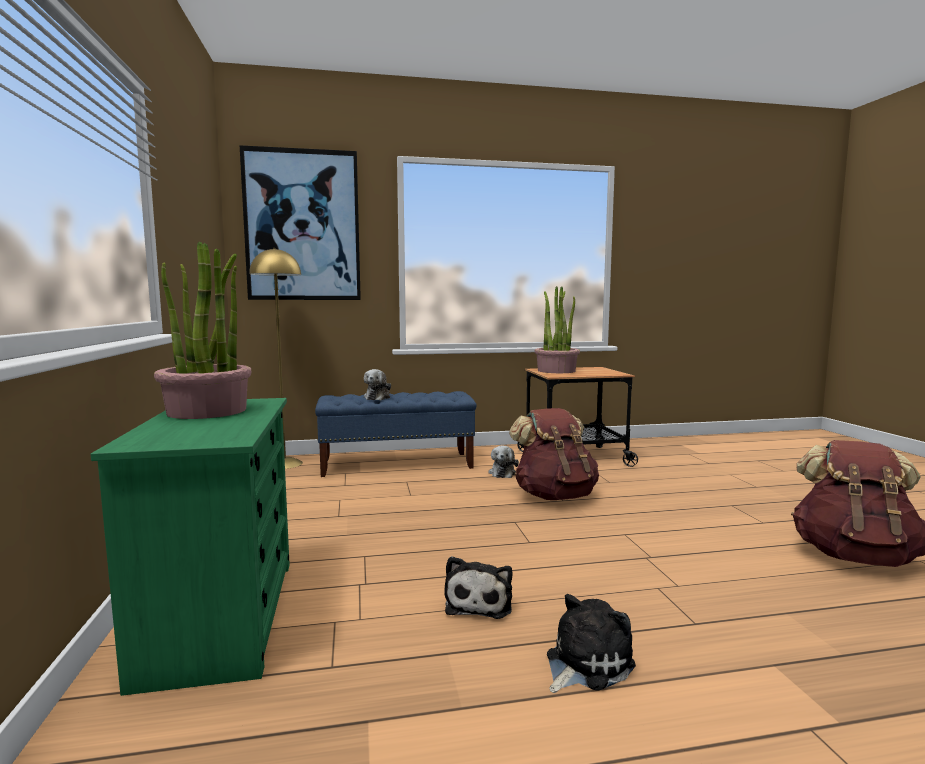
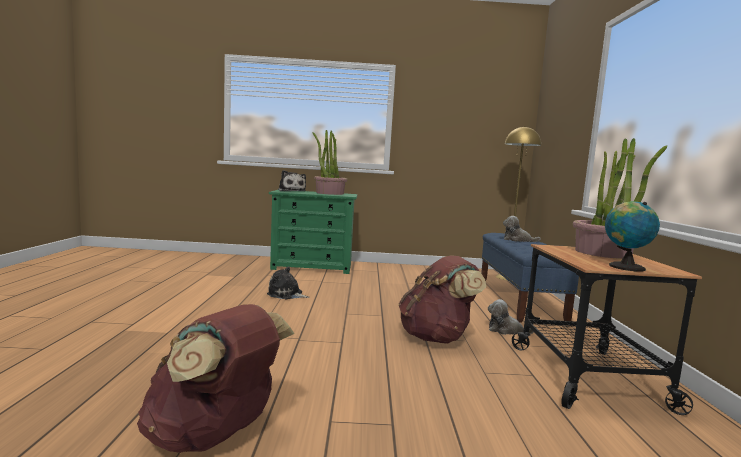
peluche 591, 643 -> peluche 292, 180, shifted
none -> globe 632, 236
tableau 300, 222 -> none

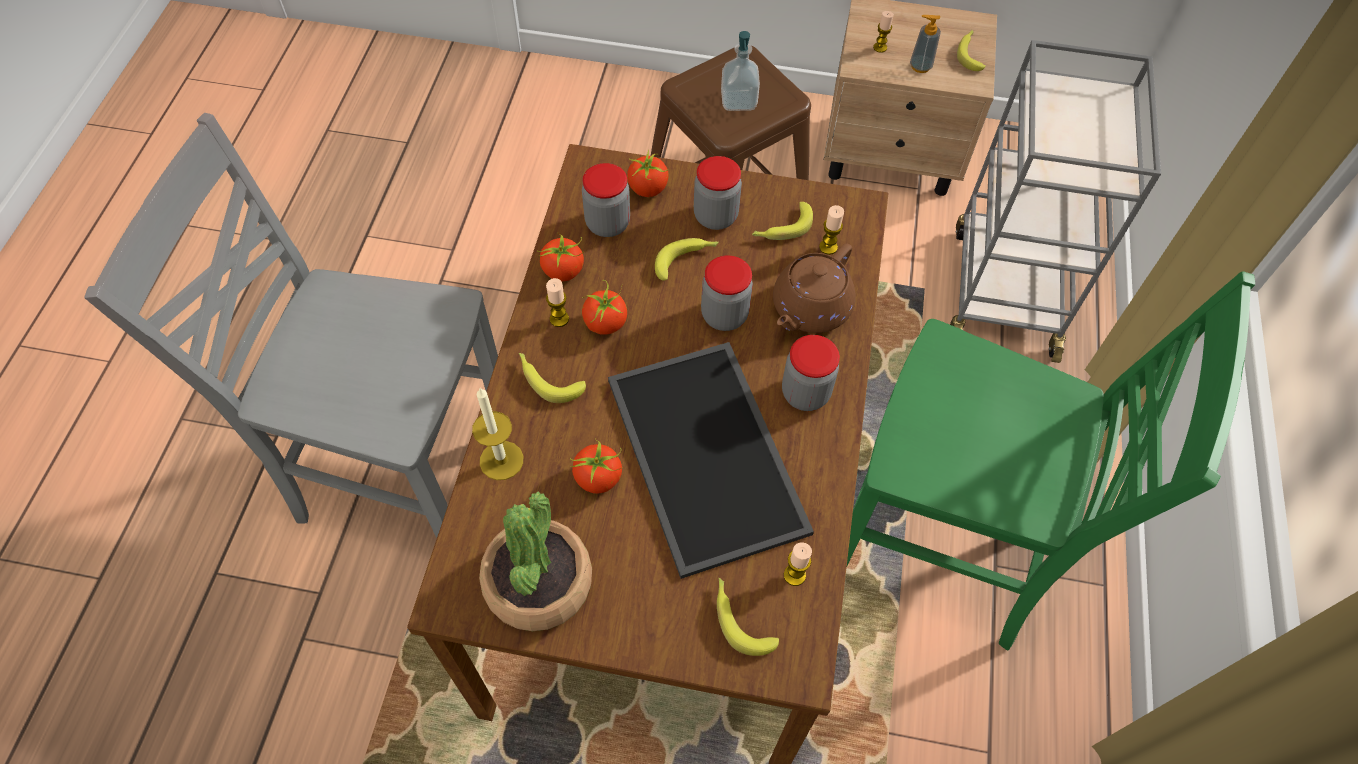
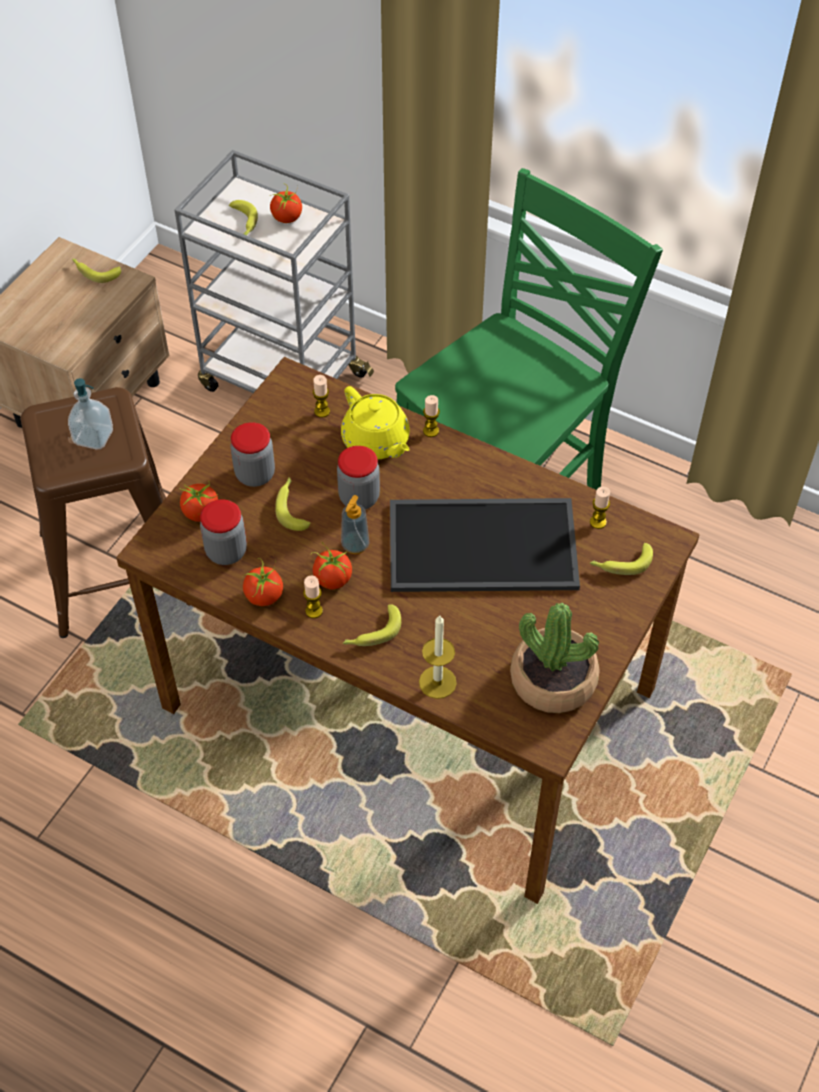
banane 782, 221 -> banane 243, 218, shifted
tomate 596, 466 -> tomate 286, 204, shifted
théière [marron] 814, 288 -> théière [jaune] 375, 423
distributeur de savon 925, 44 -> distributeur de savon 355, 524, shifted
bougie 883, 32 -> bougie 431, 416, shifted
chaise [gris] 291, 325 -> none
bocal 811, 373 -> none

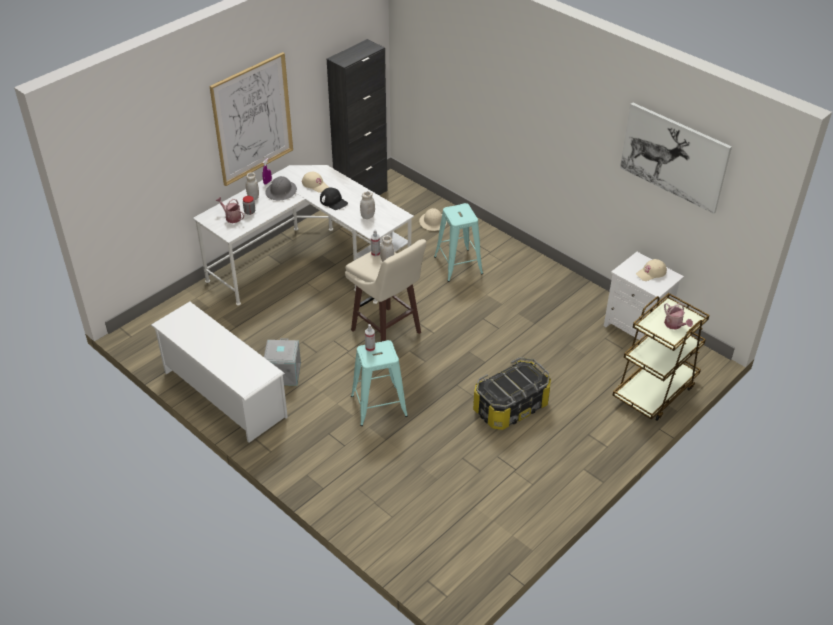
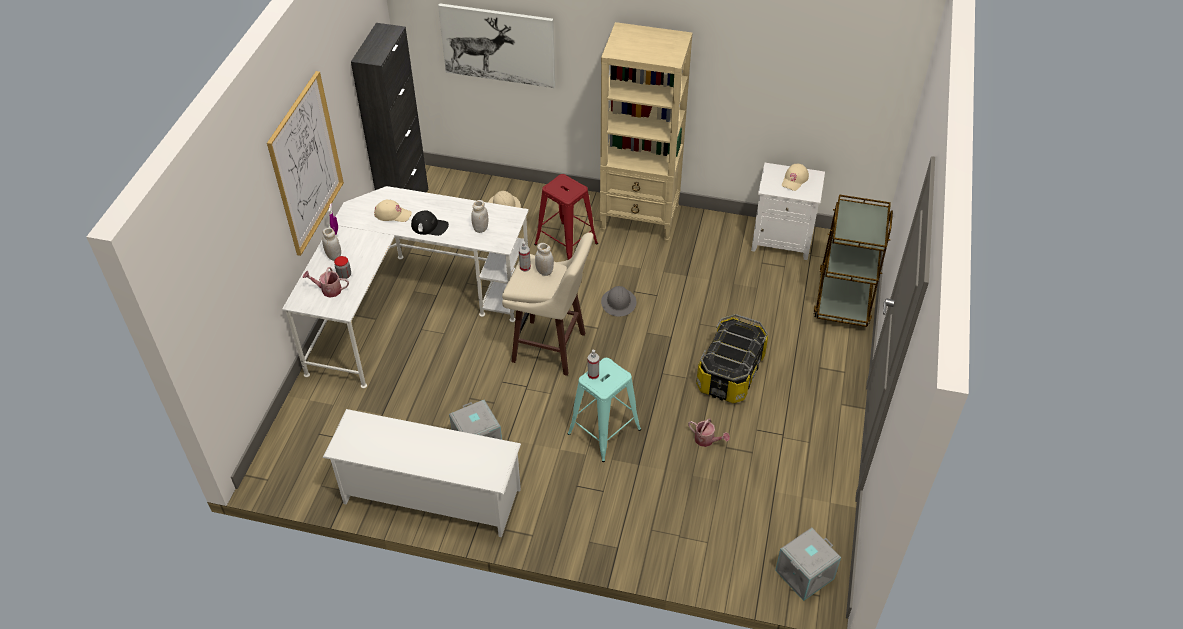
tableau 676, 158 -> tableau 496, 45, shifted
tabouret [turquoise] 458, 242 -> tabouret [rouge] 566, 217
none -> bibliothèque [beige] 646, 132
casque de chantier [gris] 281, 188 -> casque de chantier [gris] 618, 301, shifted
arrosoir 678, 316 -> arrosoir 709, 432, shifted
none -> boîte de rangement [gris] 808, 564

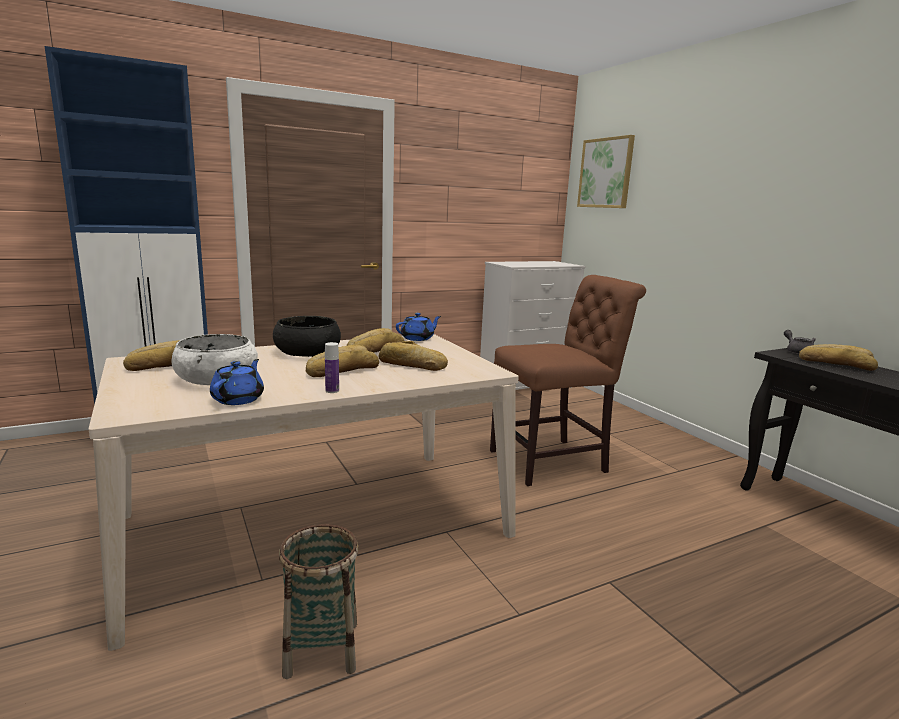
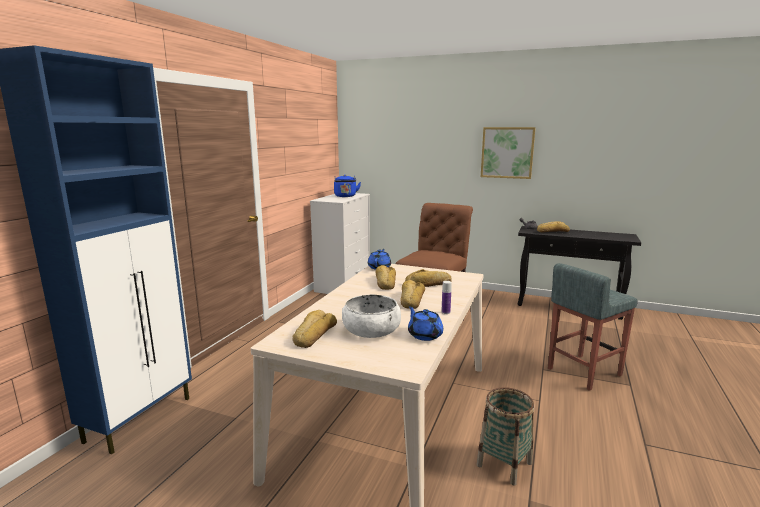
none -> bouilloire [bleu] 347, 186
tableau 606, 171 -> tableau 508, 153, shifted
none -> tabouret [gris] 593, 327
bol [noir] 307, 336 -> none

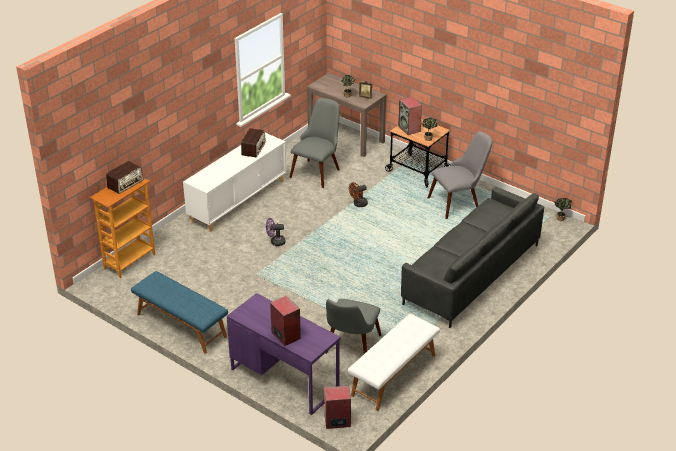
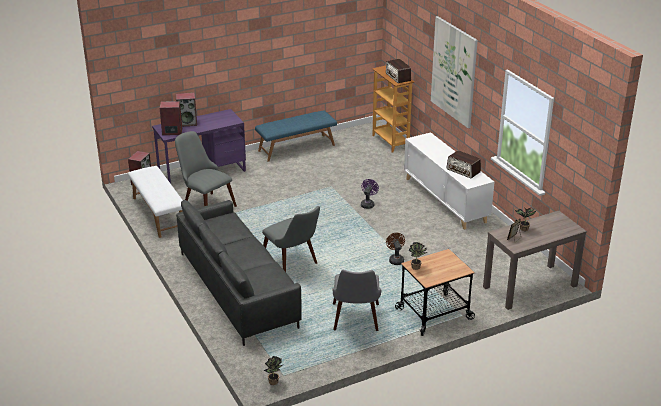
enceinte 410, 116 -> enceinte 171, 118, shifted
chaise [gris] 314, 143 -> chaise [gris] 291, 239, shifted
none -> tableau 454, 72

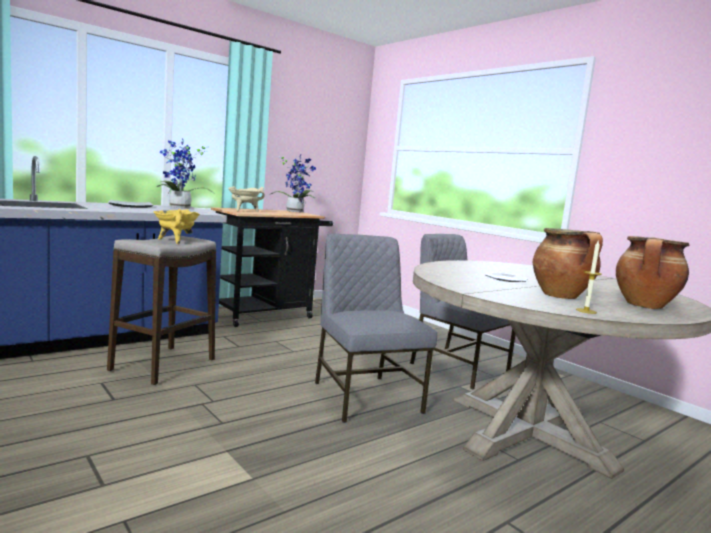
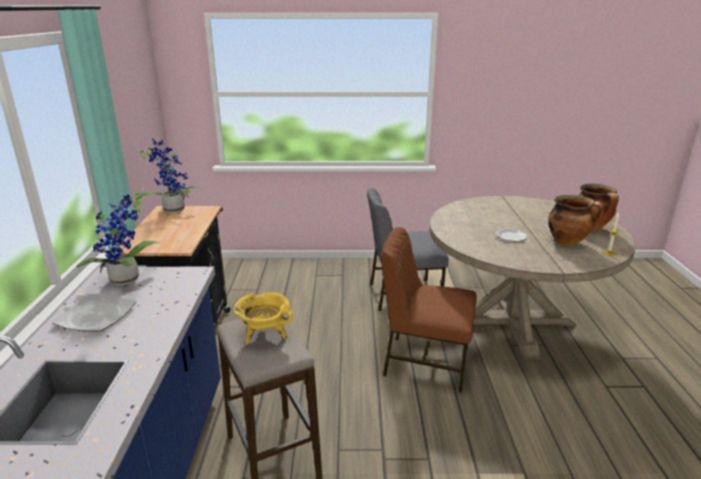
chaise [gris] 376, 328 -> chaise [marron] 429, 310
marmite [beige] 246, 199 -> none

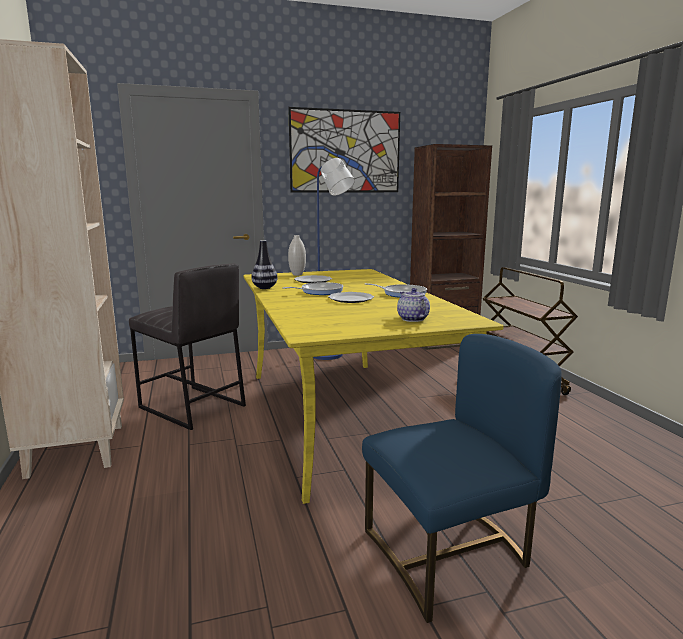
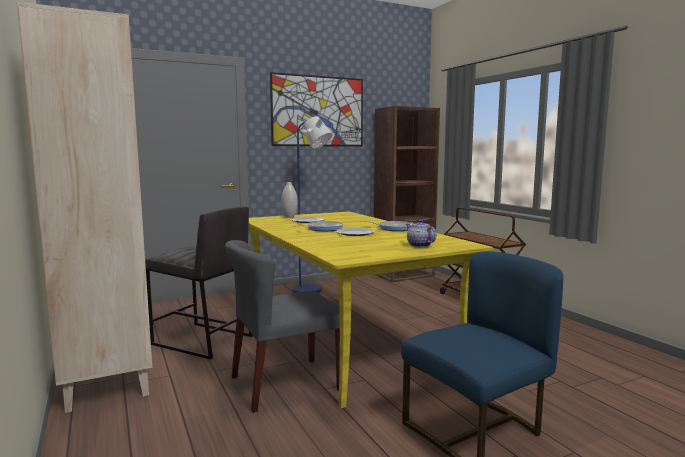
none -> chaise [gris] 282, 326
vase 264, 264 -> none

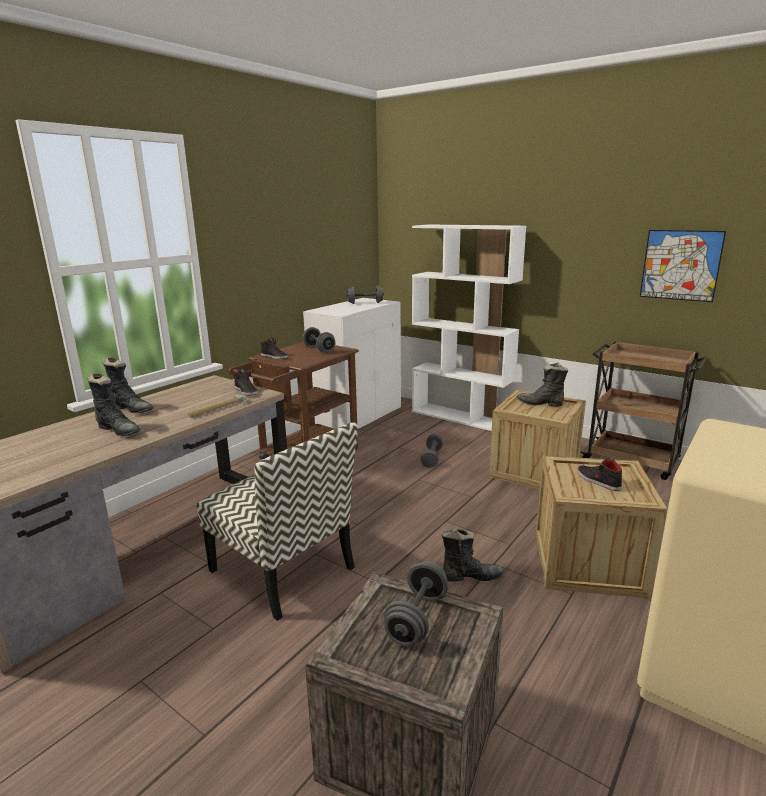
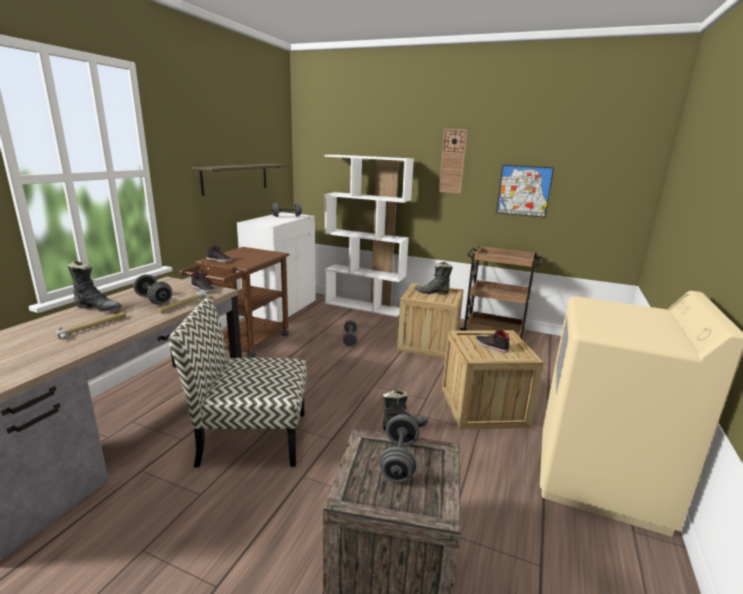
botte [noir] 113, 404 -> marteau 91, 325
haltère [gris] 319, 340 -> haltère [gris] 152, 289, shifted
chaise 277, 521 -> chaise 238, 382, 150 degrees clockwise
none -> étagère 239, 180
none -> horloge murale 453, 161

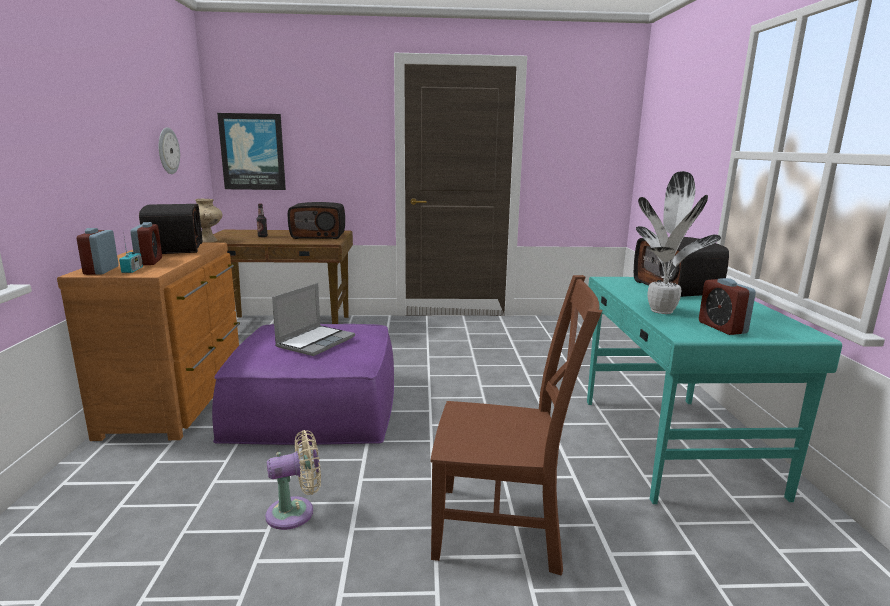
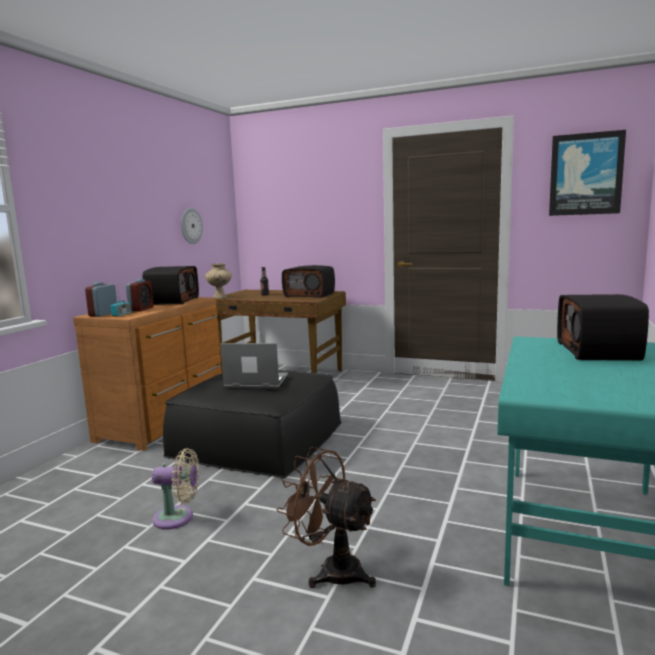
pouf [violet] 303, 384 -> pouf [noir] 252, 424
ordinateur portable 313, 319 -> ordinateur portable 254, 366, 135 degrees counterclockwise
chaise [marron] 516, 425 -> ventilateur [marron] 326, 517
tableau 251, 151 -> tableau 587, 173, shifted
plante en pot 678, 242 -> none
réveil 727, 306 -> none

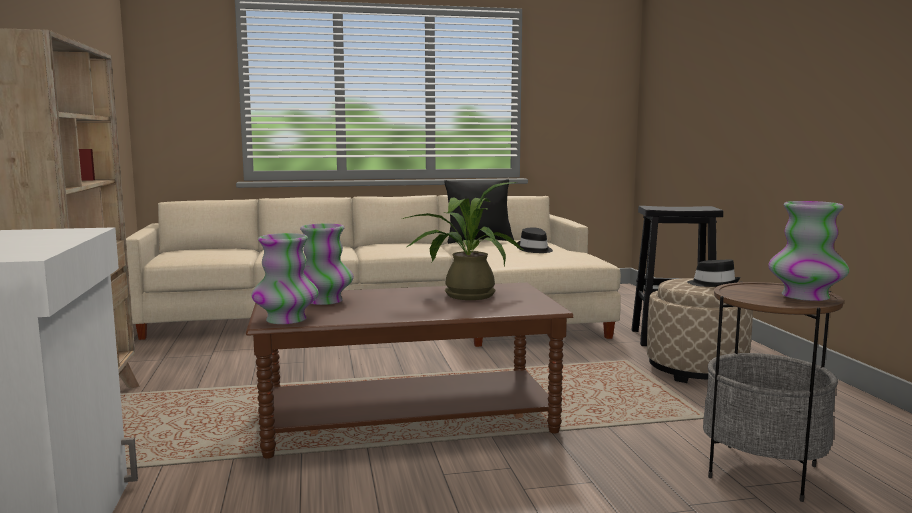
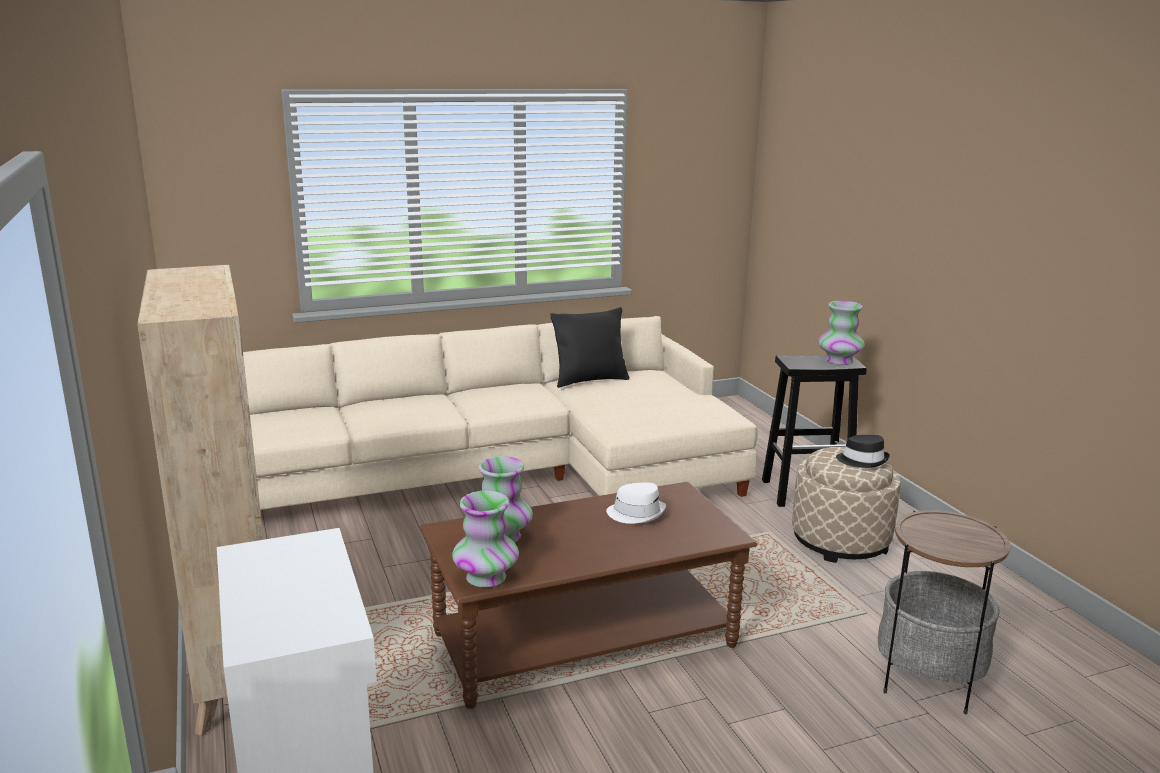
plante en pot 462, 241 -> chapeau [blanc] 636, 503
vase 808, 251 -> vase 841, 333, shifted
chapeau [noir] 535, 240 -> none

